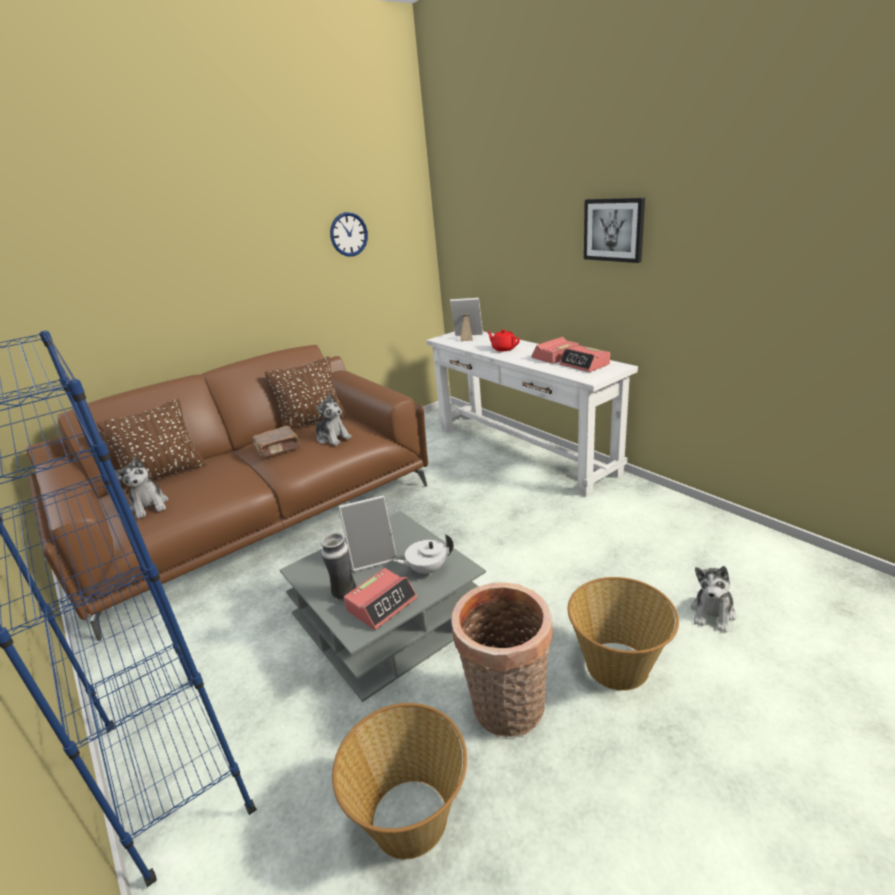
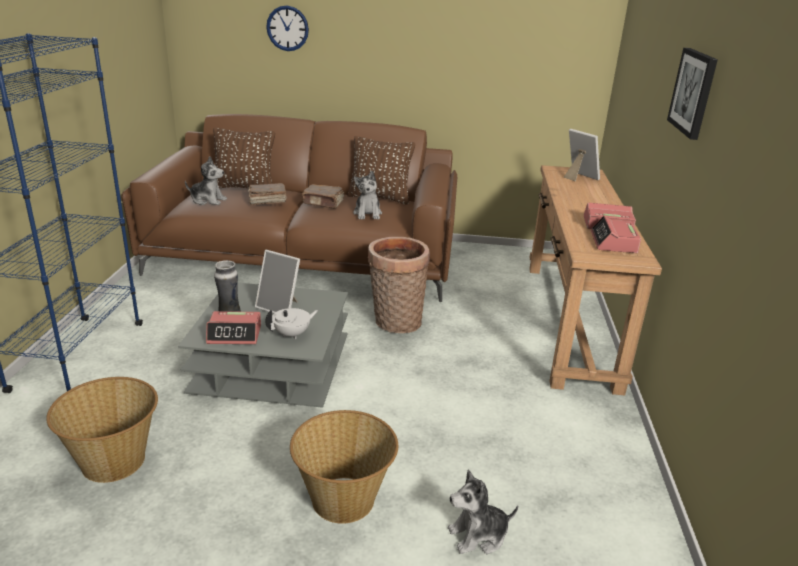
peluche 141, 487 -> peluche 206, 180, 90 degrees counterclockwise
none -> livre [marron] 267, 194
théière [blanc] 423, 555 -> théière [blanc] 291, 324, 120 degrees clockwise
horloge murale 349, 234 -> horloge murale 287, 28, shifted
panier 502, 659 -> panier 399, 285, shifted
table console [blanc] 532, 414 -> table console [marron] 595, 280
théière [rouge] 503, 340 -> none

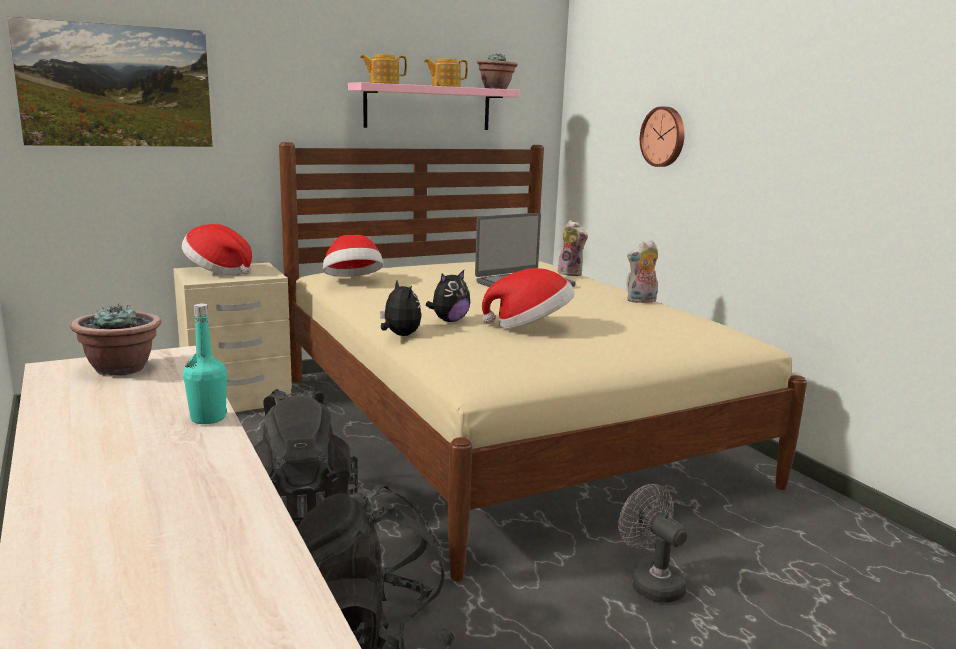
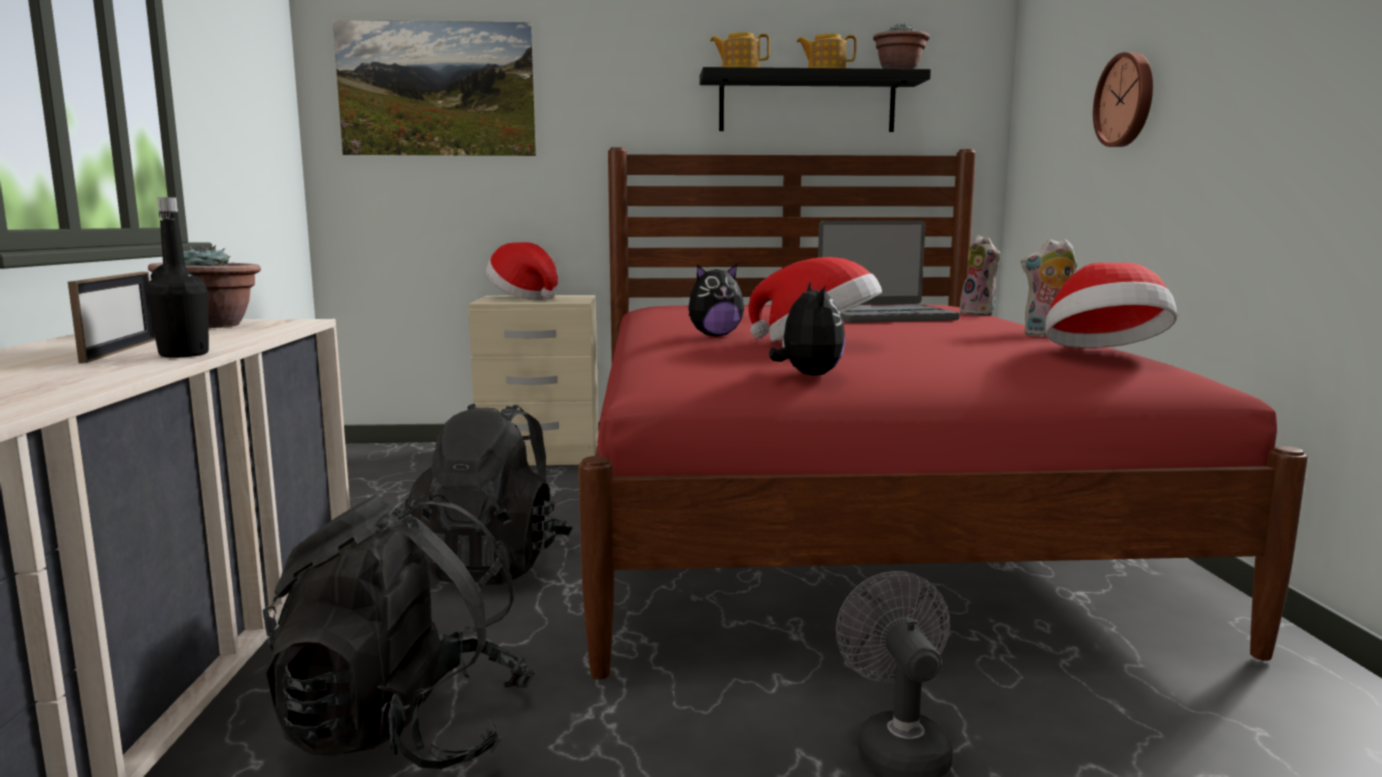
none -> cadre photo 111, 317
bouteille [turquoise] 205, 364 -> bouteille [noir] 177, 277
lit [beige] 543, 362 -> lit [rouge] 943, 413
étagère [rose] 434, 106 -> étagère [noir] 815, 99
peluche 401, 308 -> peluche 807, 328, shifted
chapeau 353, 255 -> chapeau 1111, 305, shifted

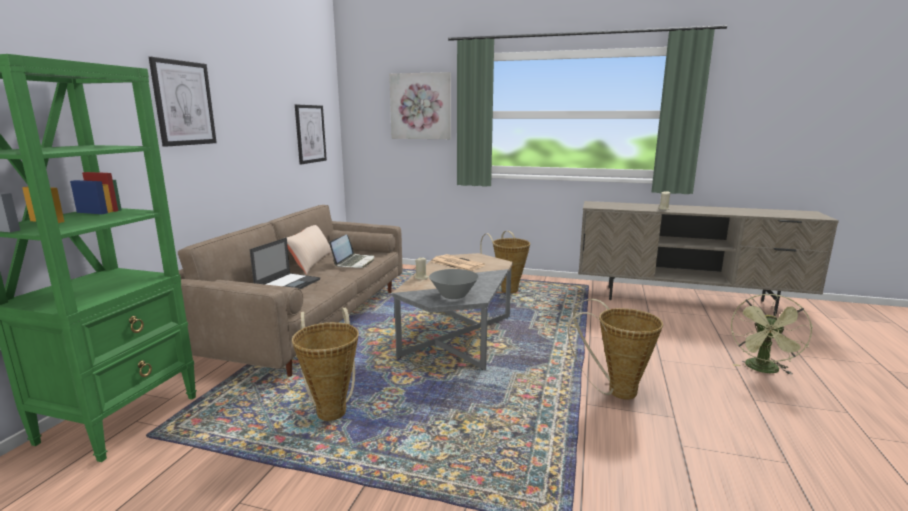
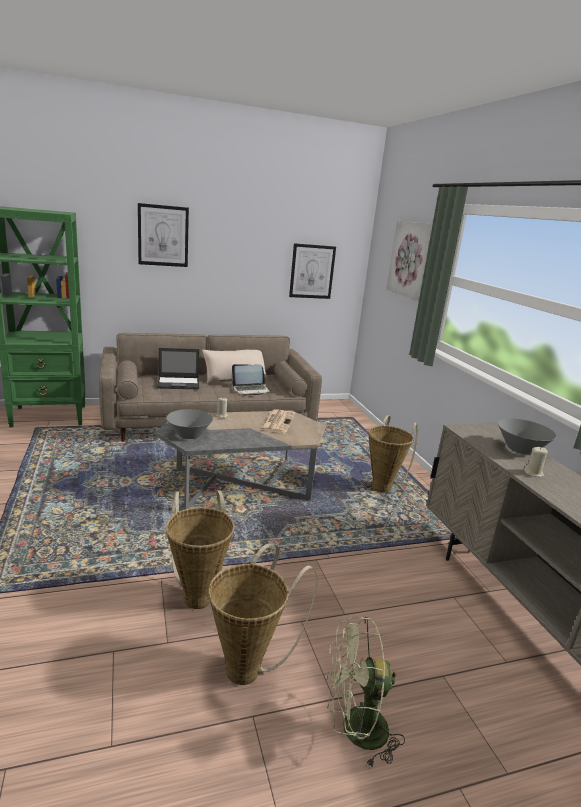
panier 325, 364 -> panier 262, 614, shifted
none -> bol [gris] 527, 436

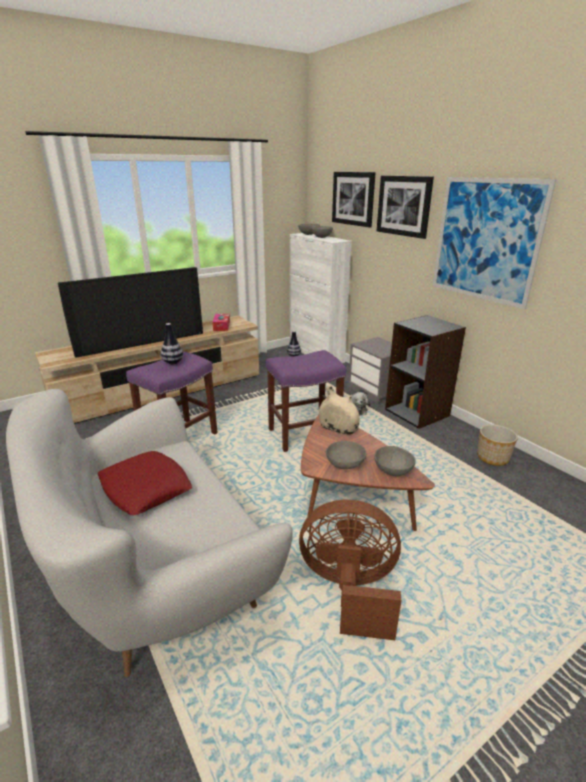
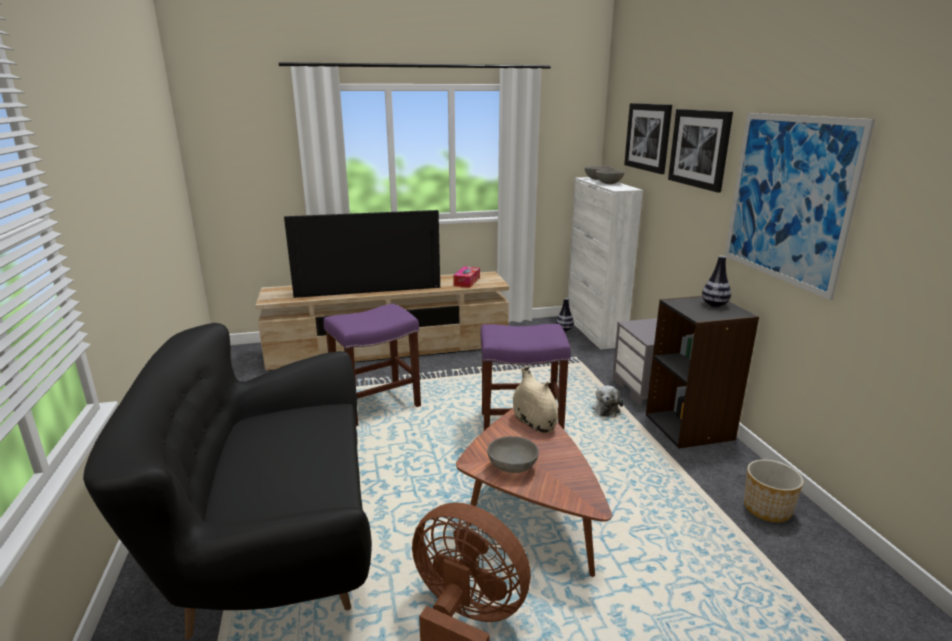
canapé [blanc] 149, 533 -> canapé [noir] 227, 481
vase 172, 343 -> vase 716, 281, shifted
coussin [rouge] 145, 483 -> none
bol [gris] 395, 461 -> none

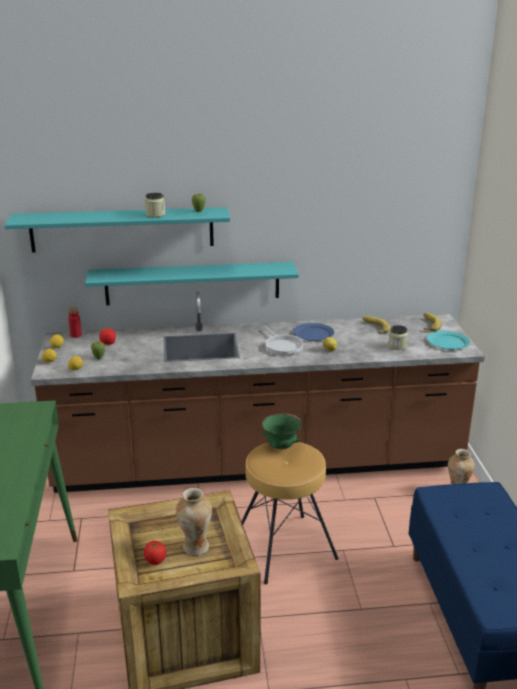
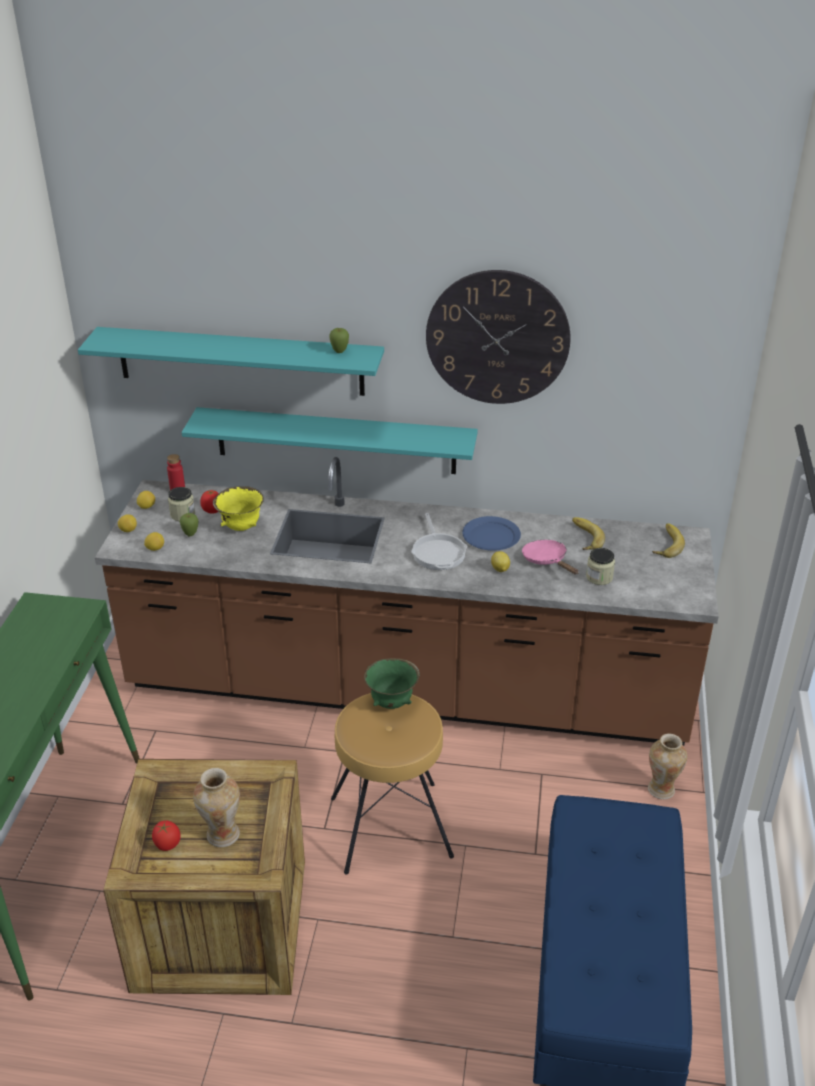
bocal 155, 205 -> bocal 181, 504, shifted
none -> bol [jaune] 238, 508
none -> horloge murale 498, 337
none -> poêle [rose] 550, 557
assiette [turquoise] 448, 340 -> none

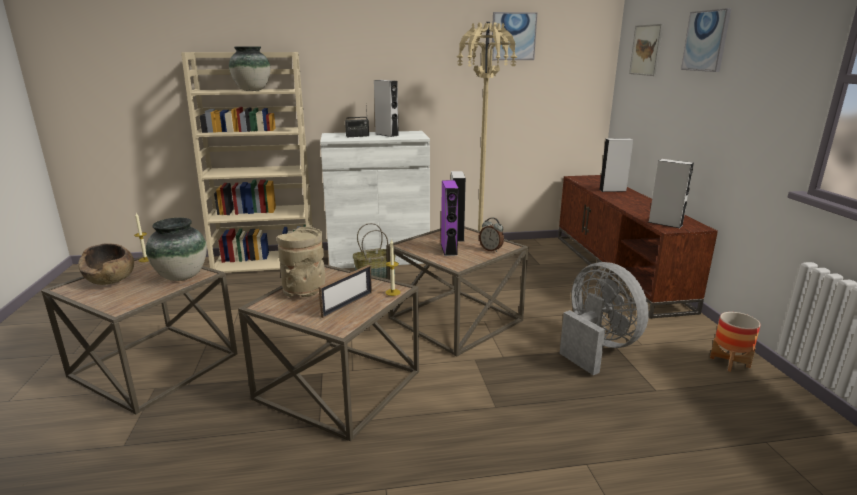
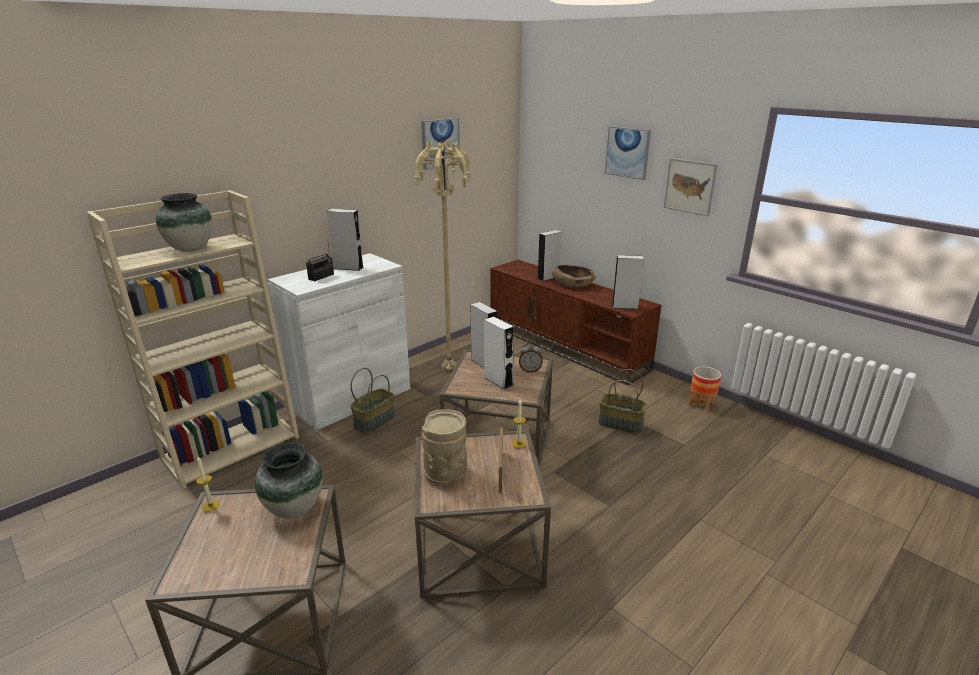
enceinte [violet] 450, 218 -> enceinte [blanc] 499, 353
bol [marron] 106, 264 -> bol [marron] 574, 276, shifted
ventilateur [gris] 604, 318 -> panier 622, 401
tableau 646, 50 -> tableau 691, 187, shifted

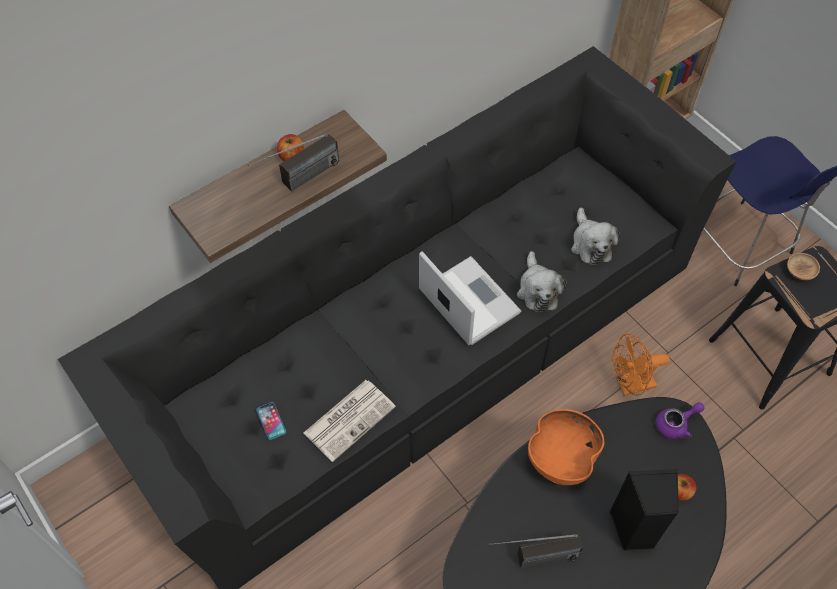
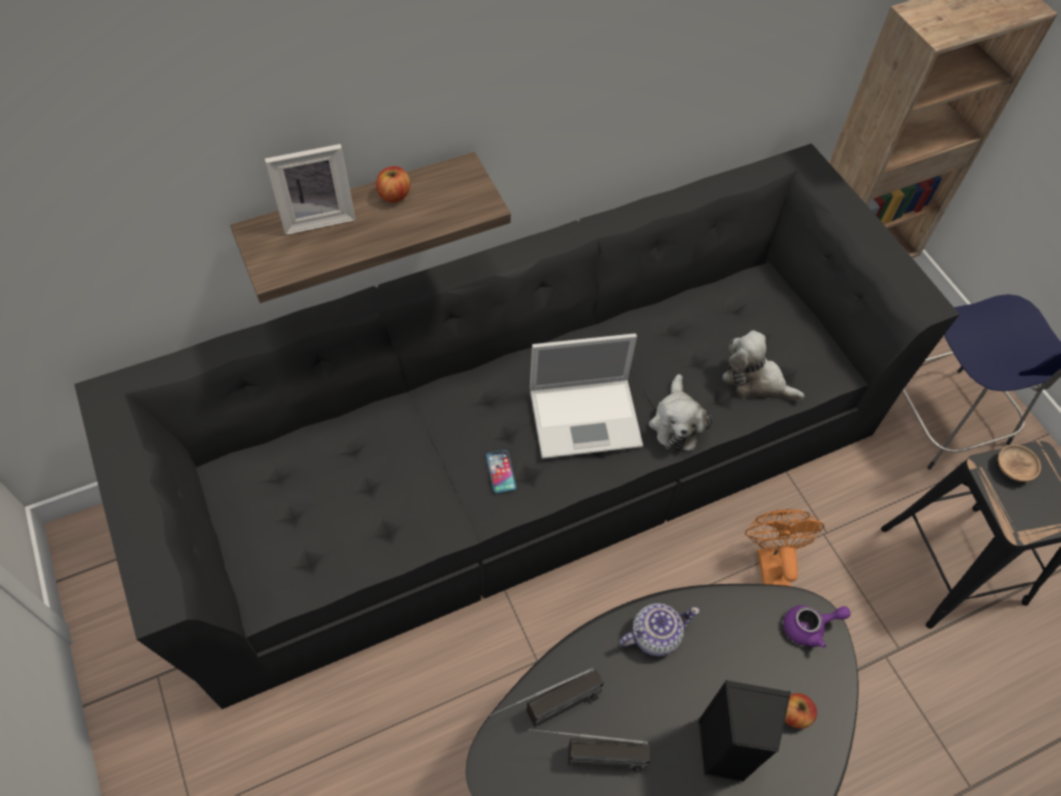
none -> cadre photo 310, 189
téléphone 271, 421 -> téléphone 501, 471, shifted
radio 293, 162 -> radio 547, 698, shifted
ordinateur portable 470, 298 -> ordinateur portable 586, 396, 105 degrees clockwise
bol [orange] 566, 447 -> théière 659, 630
peluche 595, 236 -> peluche 763, 365, 120 degrees clockwise
ventilateur [orange] 641, 365 -> ventilateur [orange] 784, 547, 90 degrees clockwise
journal 350, 421 -> none

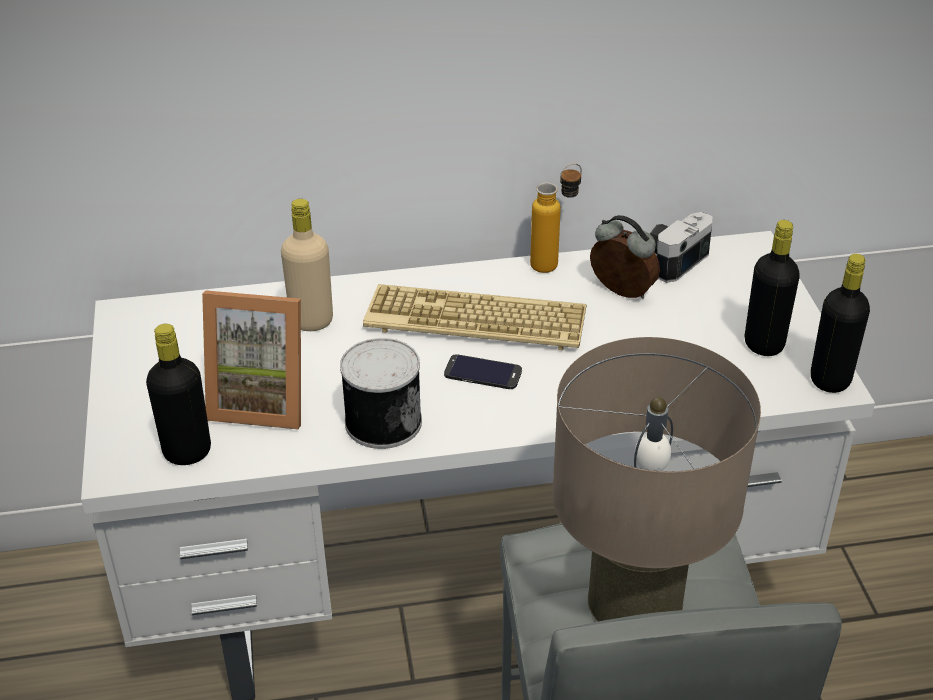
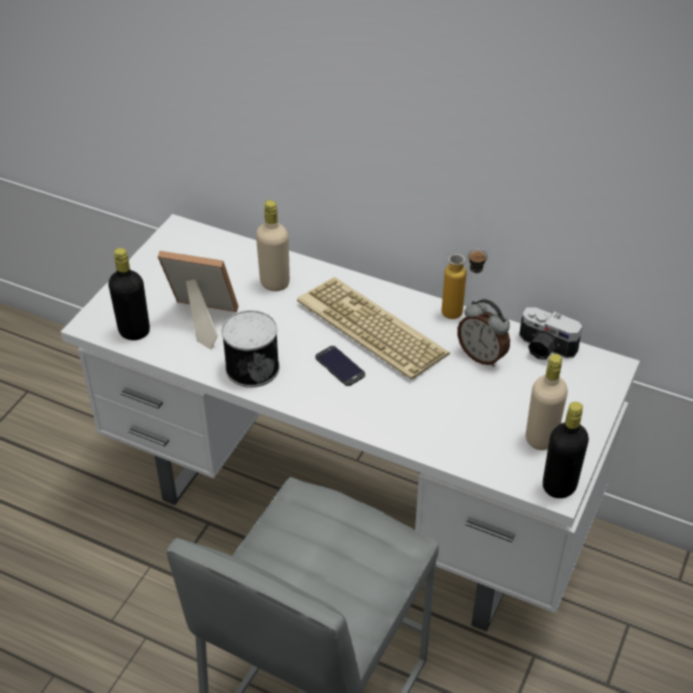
cadre photo 251, 360 -> cadre photo 198, 300, 150 degrees clockwise
réveil 625, 257 -> réveil 483, 333, 150 degrees clockwise
appareil photo 681, 247 -> appareil photo 551, 333, 135 degrees counterclockwise
bouteille [noir] 772, 288 -> bouteille [beige] 547, 402
lampe de table [beige] 656, 479 -> none

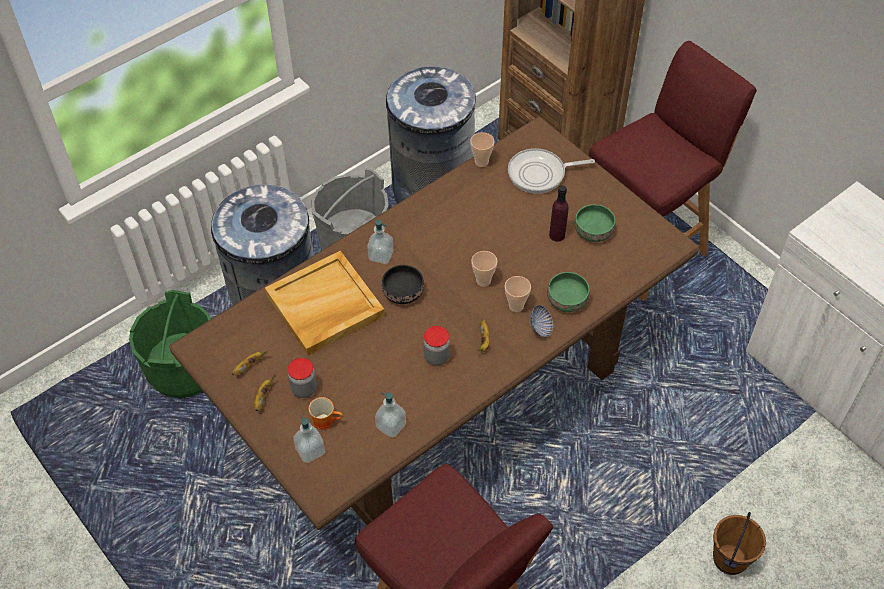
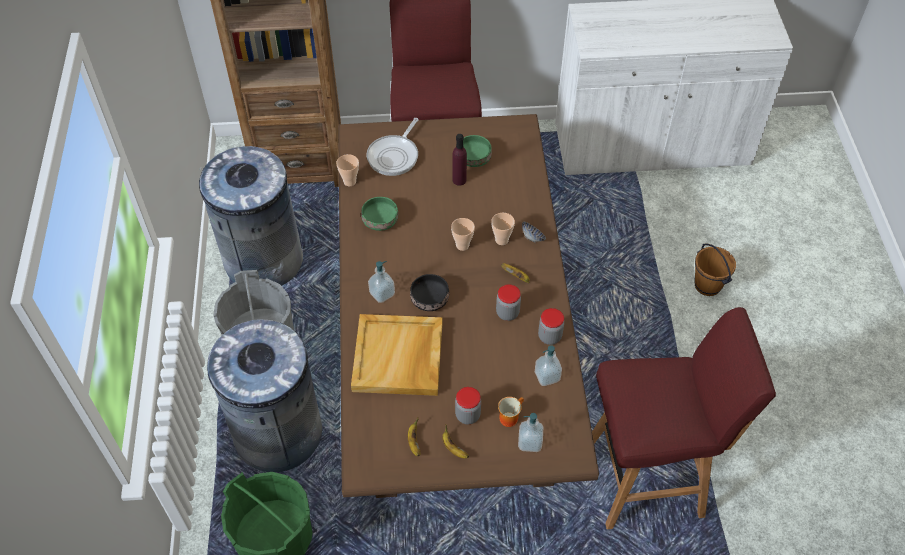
bol [vert] 568, 292 -> bol [vert] 379, 214, shifted
none -> bocal 551, 326

